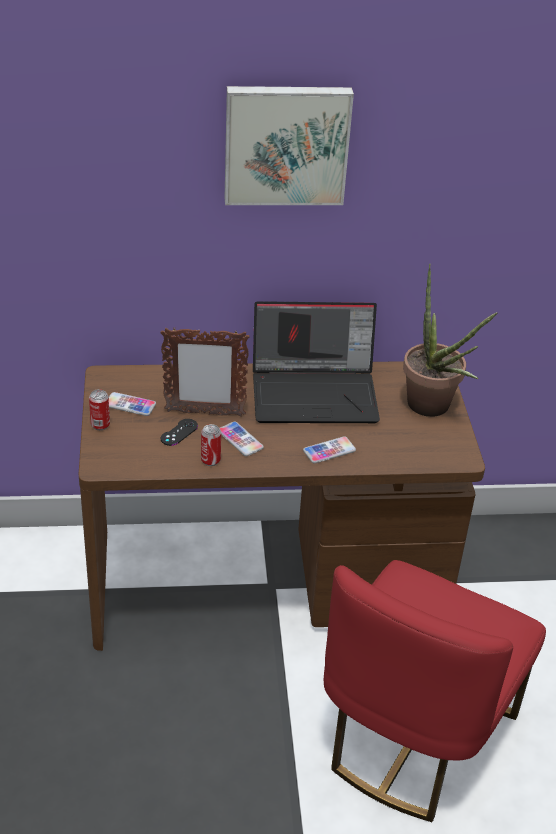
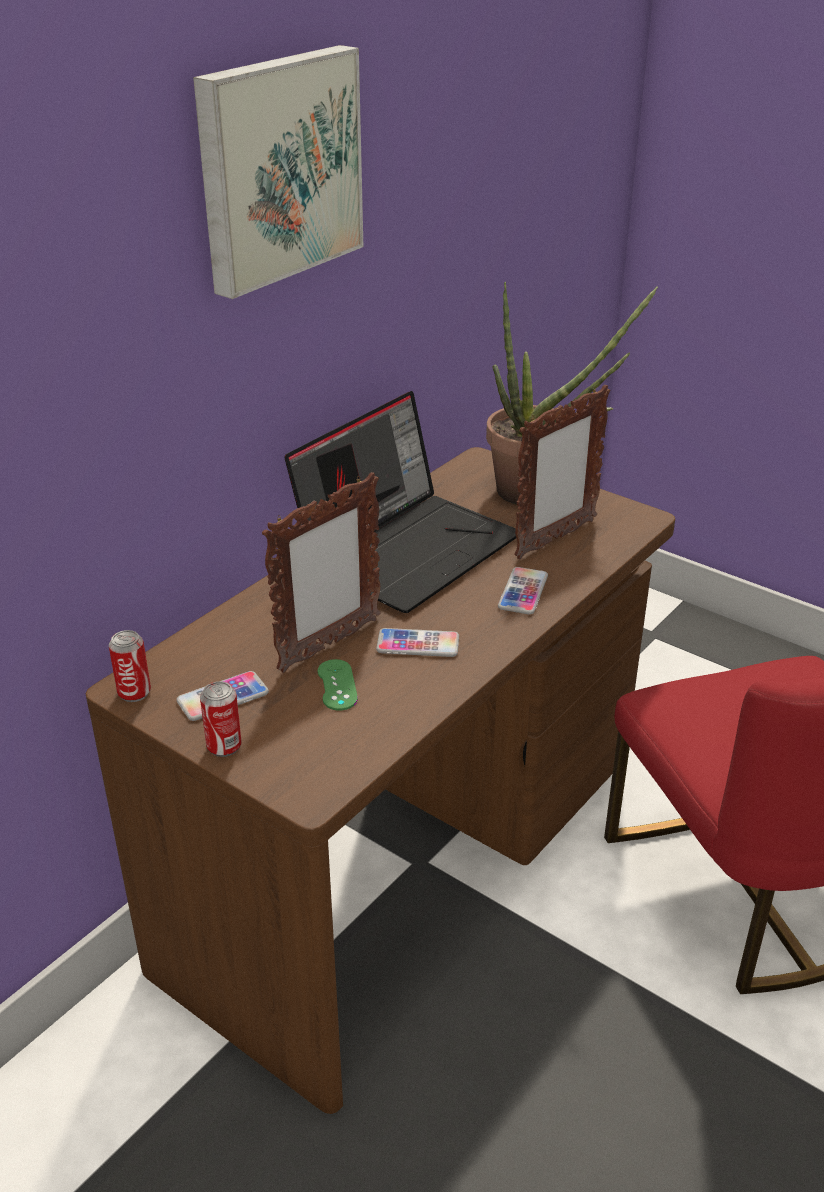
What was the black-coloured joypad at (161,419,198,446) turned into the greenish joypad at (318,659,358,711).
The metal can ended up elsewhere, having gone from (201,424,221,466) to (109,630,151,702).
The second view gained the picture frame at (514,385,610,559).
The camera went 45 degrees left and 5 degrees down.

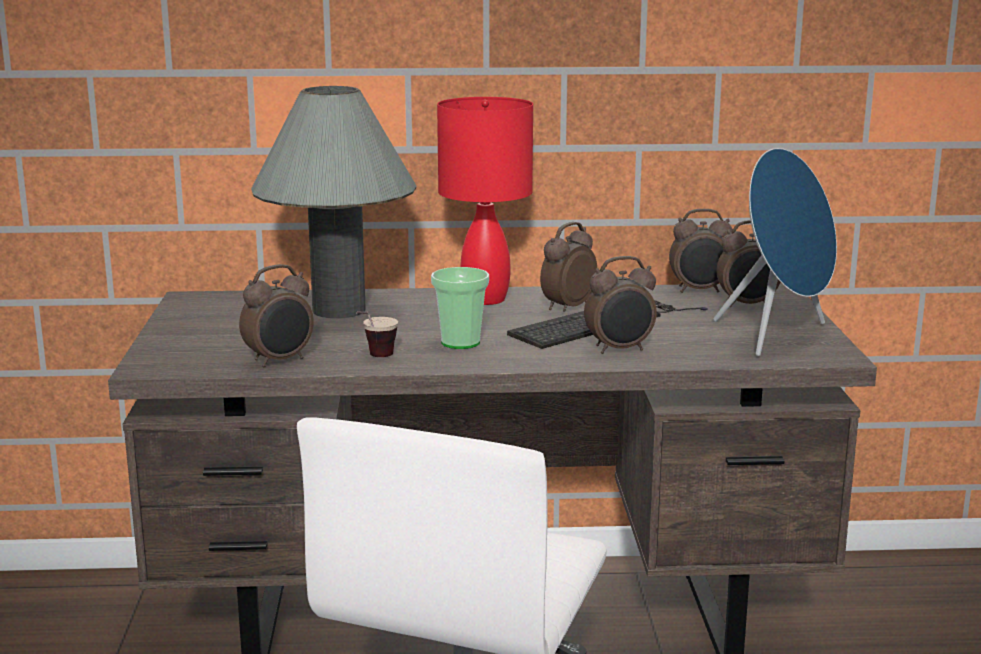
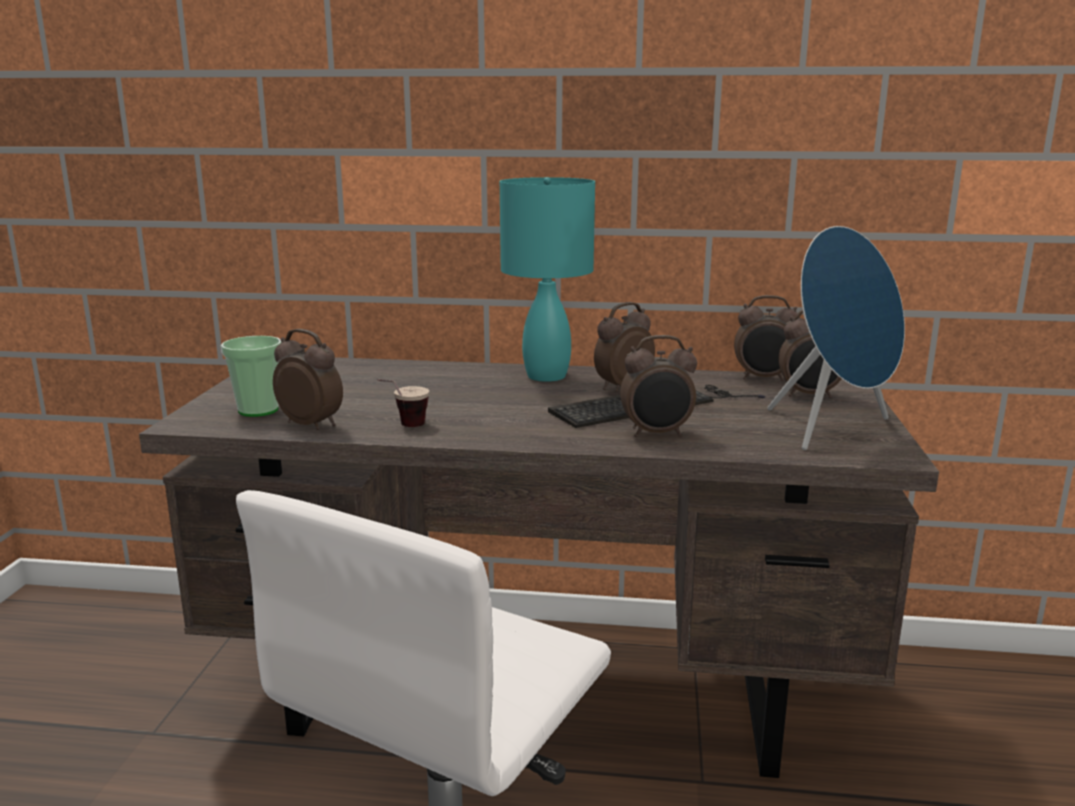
The second view lost the greyish lamp for a table at (251,86,416,319).
What was the red-coloured lamp for a table at (437,97,533,305) turned into the turquoise-coloured lamp for a table at (500,177,595,382).
The bedside clock at (239,264,314,367) ended up facing another way, 120 degrees counterclockwise from before.
The cup ended up elsewhere, having gone from (431,267,489,349) to (221,336,282,417).
The camera went 10 degrees right and 0 degrees up.

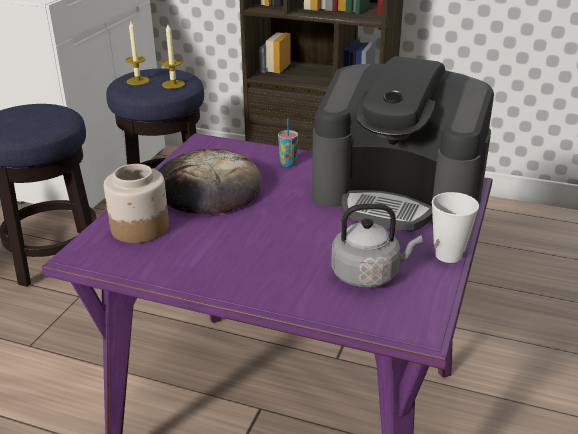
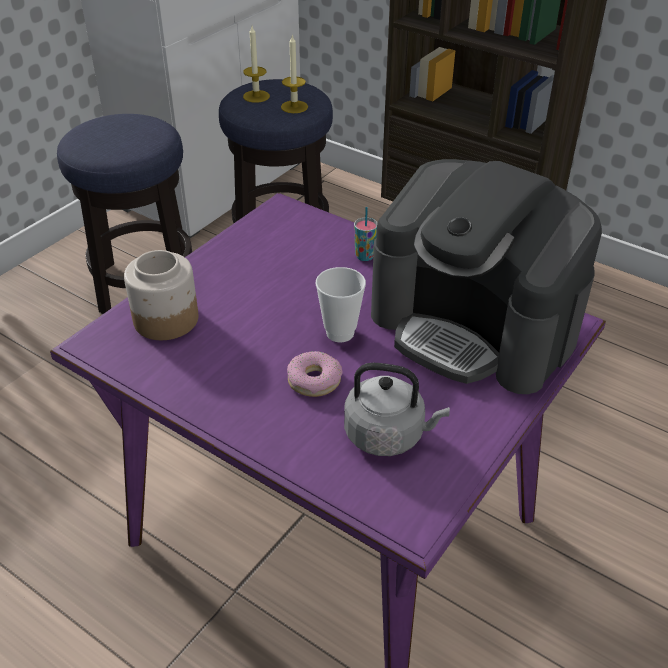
The second view lost the baked bread at (158,149,262,214).
The cup ended up elsewhere, having gone from (432,192,479,263) to (316,267,366,342).
The second view gained the doughnut at (287,351,343,397).
The camera went 15 degrees right and 10 degrees up.

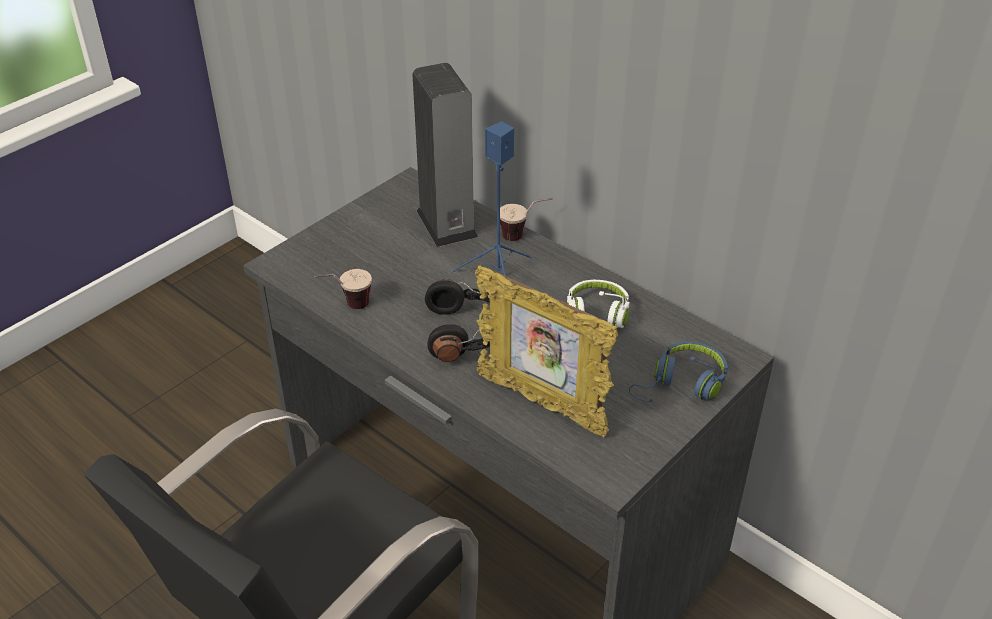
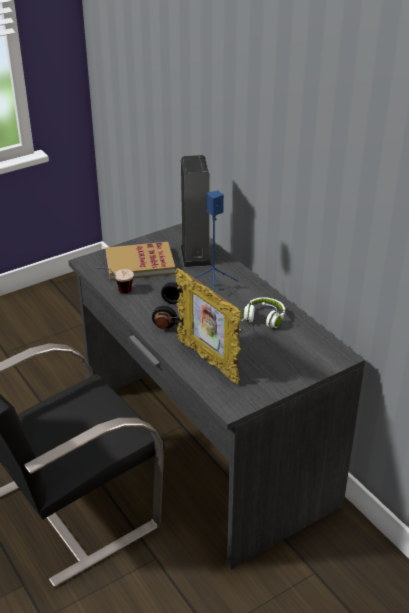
The second view lost the cup at (500,198,553,241).
The second view lost the bluish headphones at (629,341,728,402).
The second view gained the volume at (105,242,175,281).
The camera went 15 degrees right and 5 degrees down.

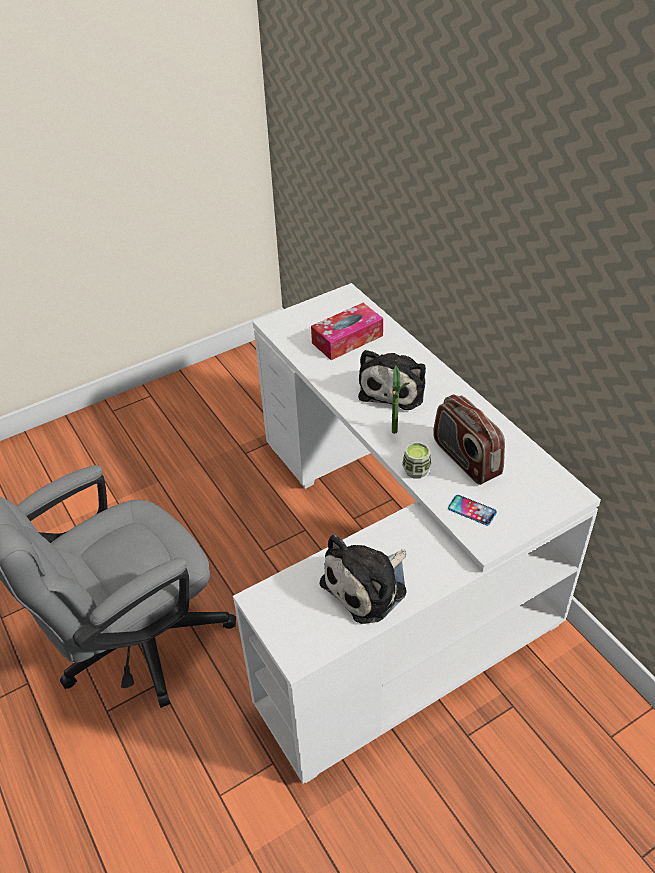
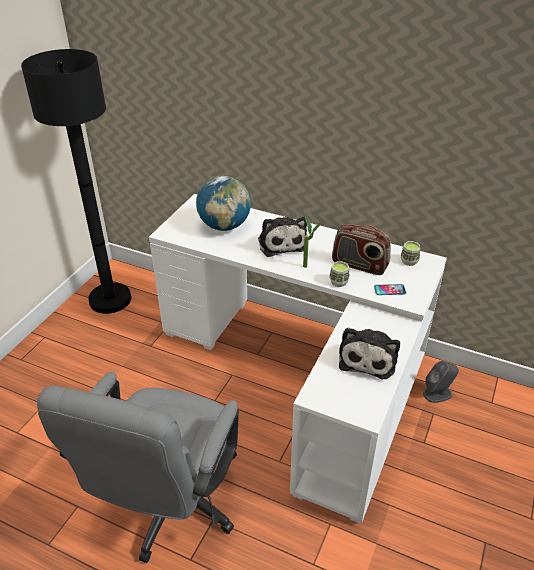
Where the tissue box stood at (311,303,383,360), the globe came to stand at (196,176,251,231).
The second view gained the black-coloured standard lamp at (21,49,132,314).
The second view gained the cup at (401,241,420,266).
The second view gained the greyish audio speaker at (423,361,459,403).
The camera went 35 degrees left and 5 degrees down.

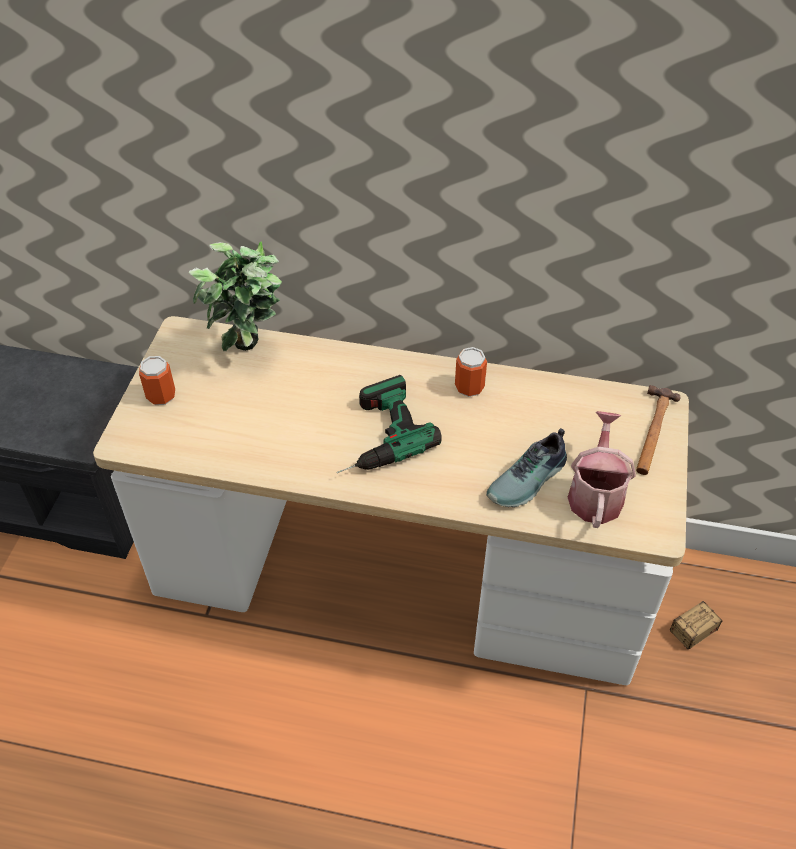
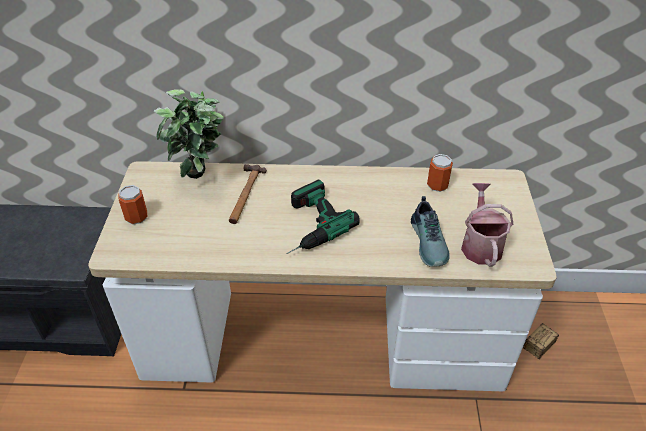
The metal can ended up elsewhere, having gone from (455,347,487,397) to (427,154,453,192).
The hammer ended up elsewhere, having gone from (636,385,680,475) to (229,164,267,224).
The low shoe at (486,428,567,507) ended up facing another way, 45 degrees counterclockwise from before.
The camera went 10 degrees left and 5 degrees down.

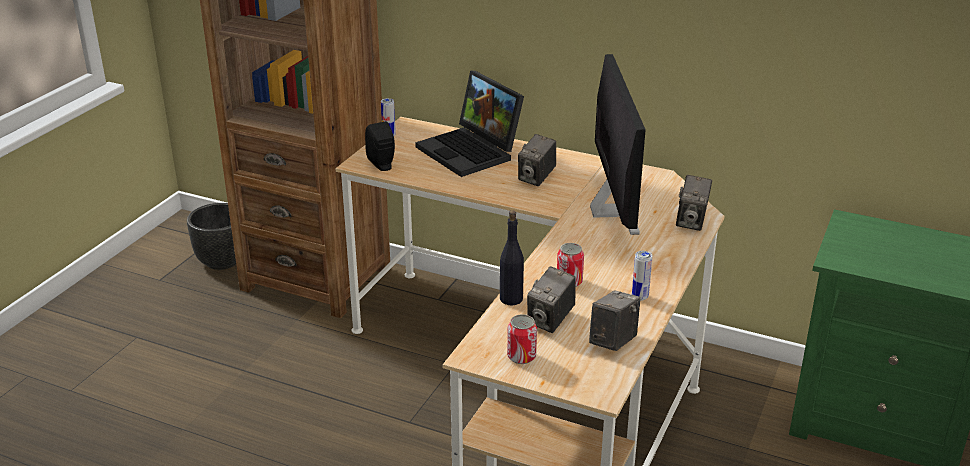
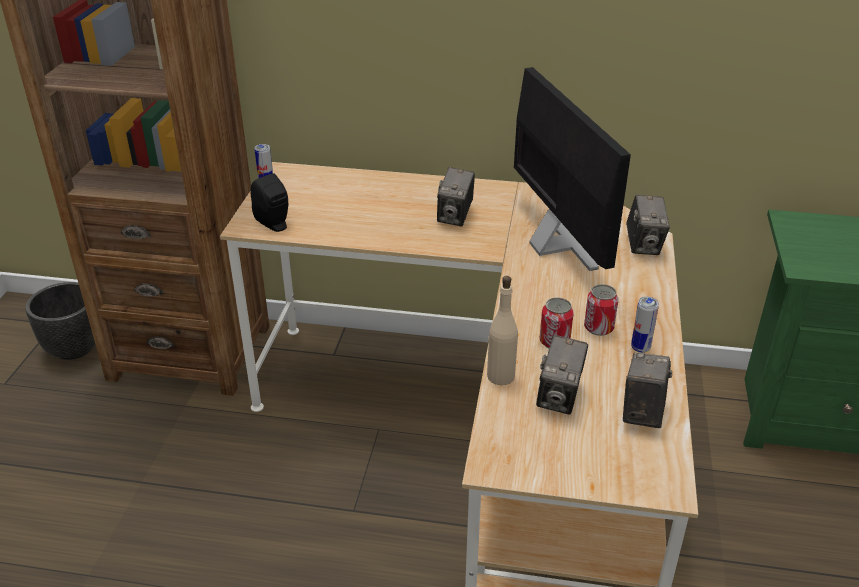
The second view lost the notebook computer at (415,71,524,177).
What was the black-coloured drink bottle at (500,210,524,306) turned into the beige drink bottle at (487,276,518,385).
The metal can ended up elsewhere, having gone from (507,314,537,364) to (584,284,619,336).
The camera went 15 degrees left and 5 degrees up.

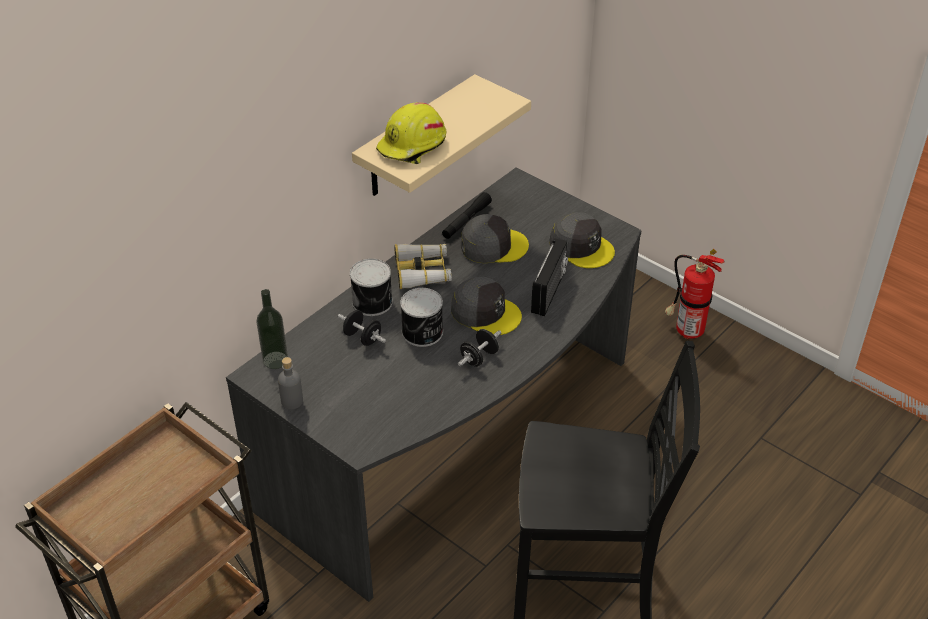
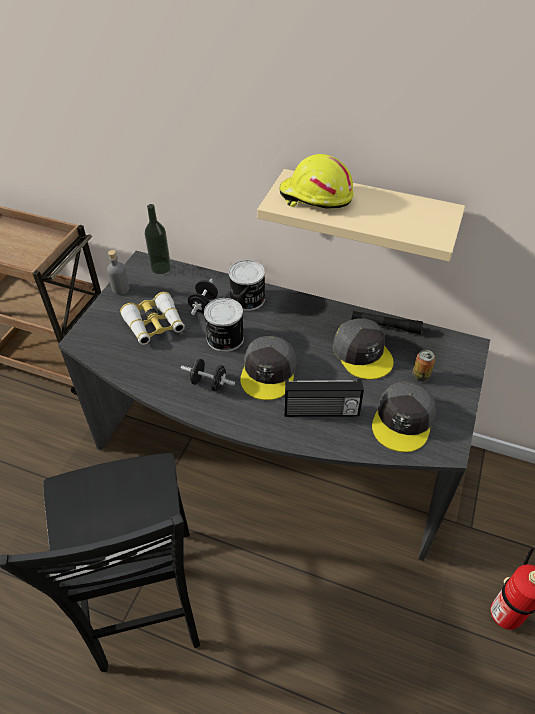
The binoculars ended up elsewhere, having gone from (394,244,452,289) to (120,292,185,345).
The second view gained the metal can at (412,350,435,382).
The camera went 70 degrees right and 5 degrees up.

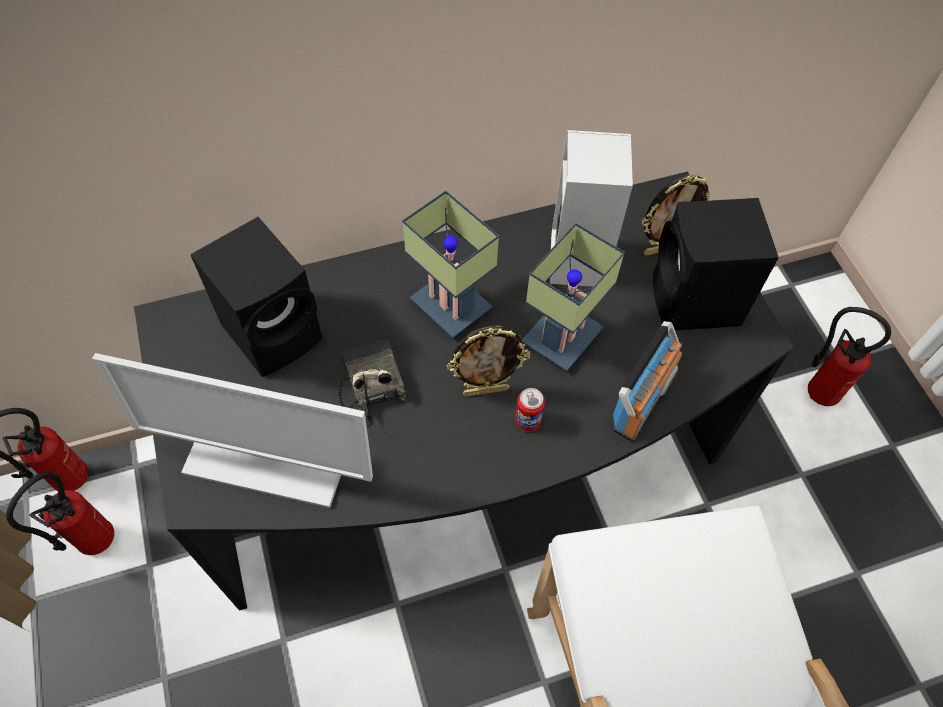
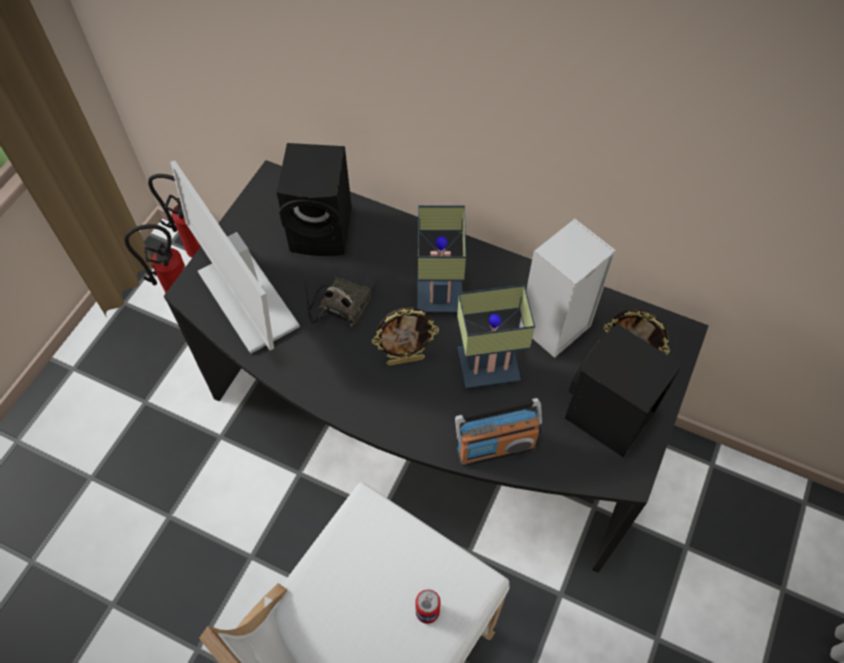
The second view lost the fire extinguisher at (808,307,891,406).
The picture frame at (447,326,530,397) ended up facing another way, 45 degrees counterclockwise from before.
The metal can ended up elsewhere, having gone from (515,388,545,431) to (415,589,441,624).
The camera went 45 degrees right and 0 degrees up.

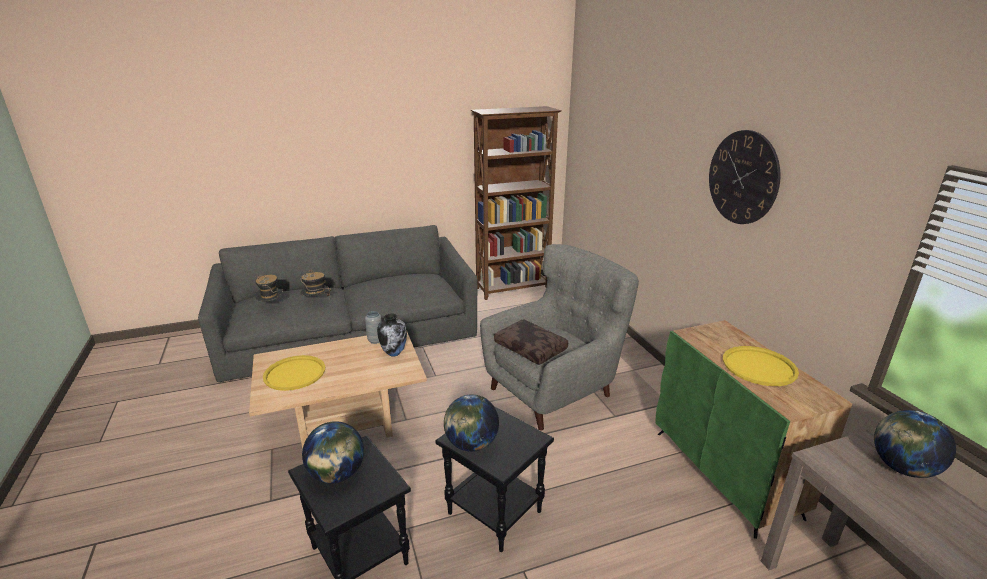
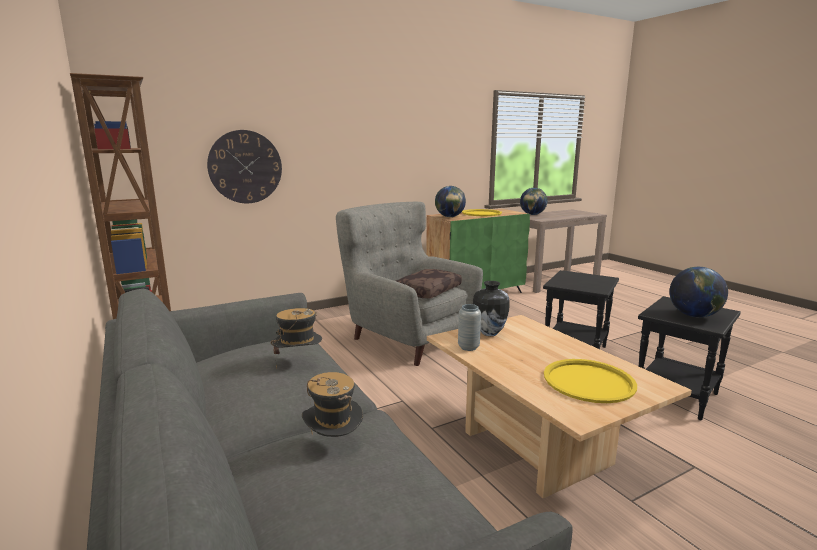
The clock on the wall ended up elsewhere, having gone from (709,130,780,224) to (207,130,282,203).
The wearable hat ended up elsewhere, having gone from (255,275,283,302) to (270,308,322,369).
The globe ended up elsewhere, having gone from (444,394,499,452) to (435,186,466,217).
The camera went 100 degrees left and 10 degrees down.

